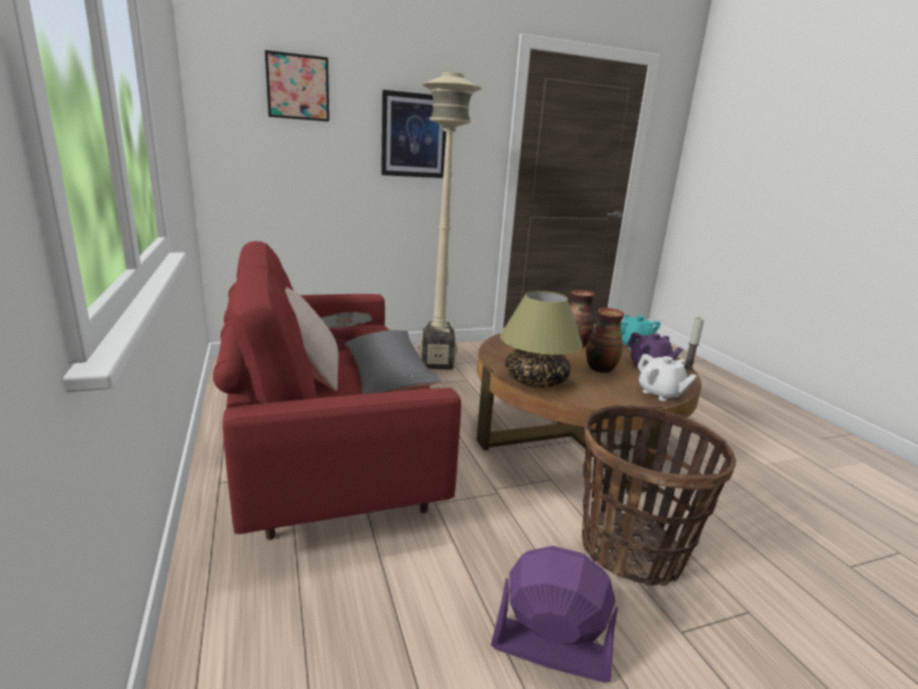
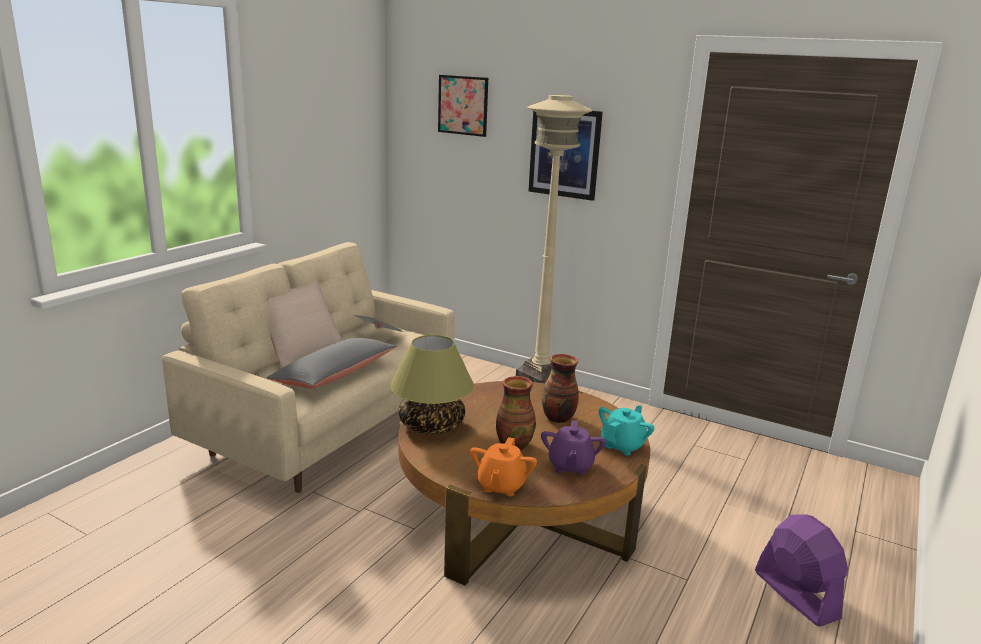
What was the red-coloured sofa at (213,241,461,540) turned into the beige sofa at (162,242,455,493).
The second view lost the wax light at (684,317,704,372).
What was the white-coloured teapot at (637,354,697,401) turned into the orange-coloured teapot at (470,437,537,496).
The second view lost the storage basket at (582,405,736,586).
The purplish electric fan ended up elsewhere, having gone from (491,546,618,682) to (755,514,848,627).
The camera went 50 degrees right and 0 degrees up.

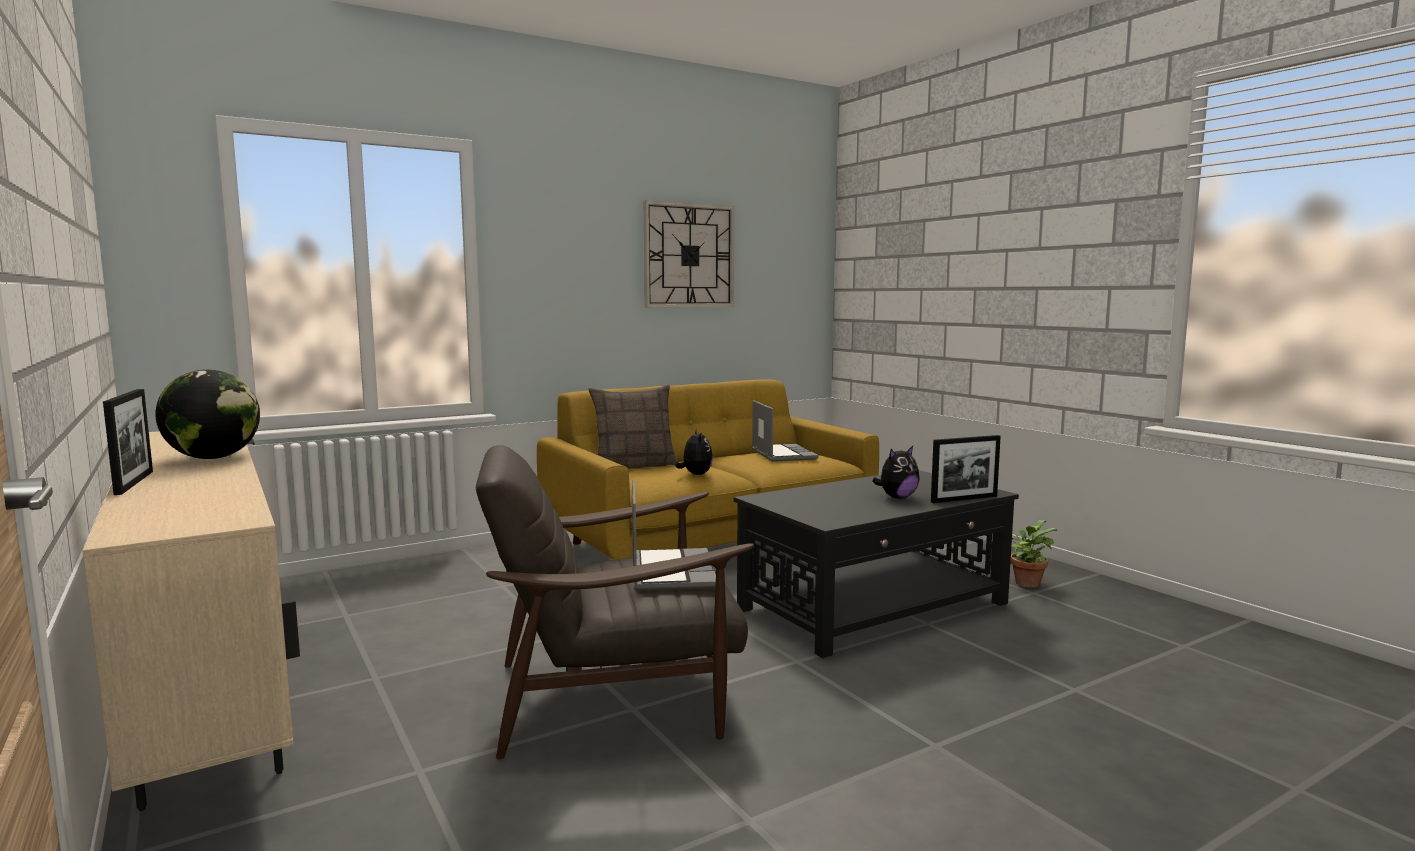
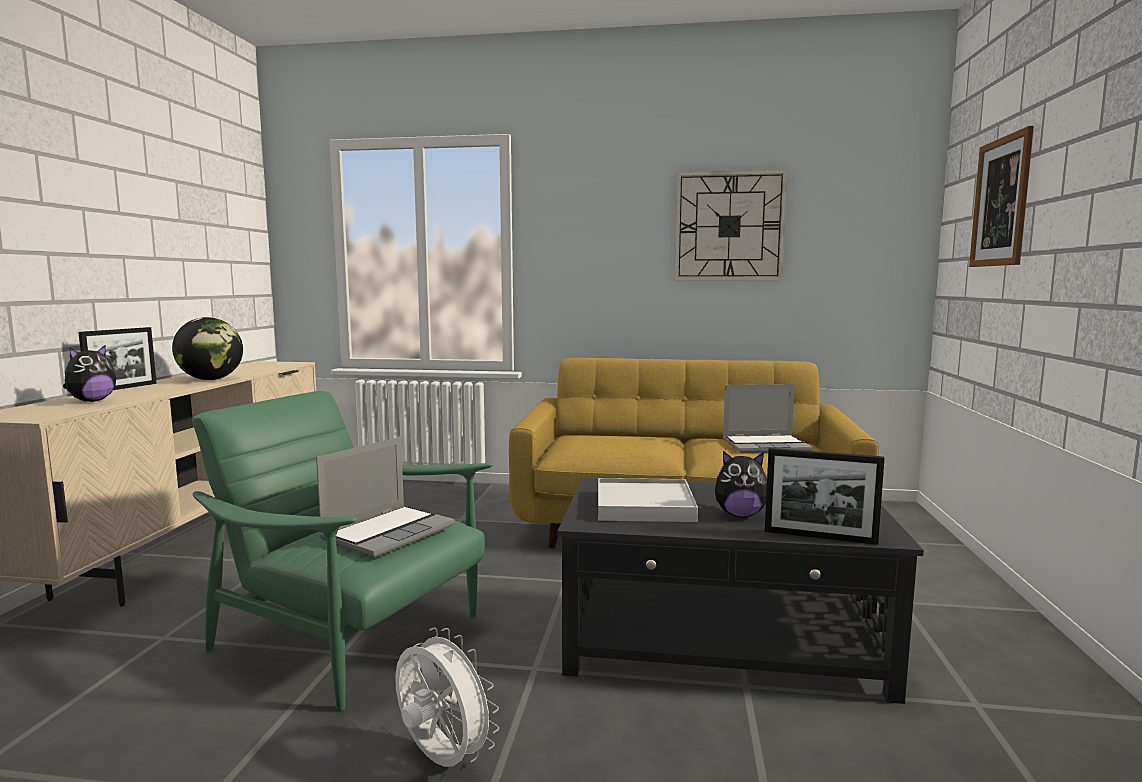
The second view lost the throw pillow at (588,385,679,469).
The notebook computer at (752,400,818,462) ended up facing another way, 60 degrees clockwise from before.
The soft toy ended up elsewhere, having gone from (676,428,713,475) to (63,345,116,402).
What was the brown-coloured armchair at (476,445,754,759) turned into the greenish armchair at (192,391,493,711).
The second view lost the plant in a pot at (1011,520,1057,588).
The second view gained the wall art at (969,126,1034,267).
The second view gained the white-coloured tray at (598,478,698,522).
The second view gained the white-coloured electric fan at (395,628,499,767).
The camera went 40 degrees right and 0 degrees up.

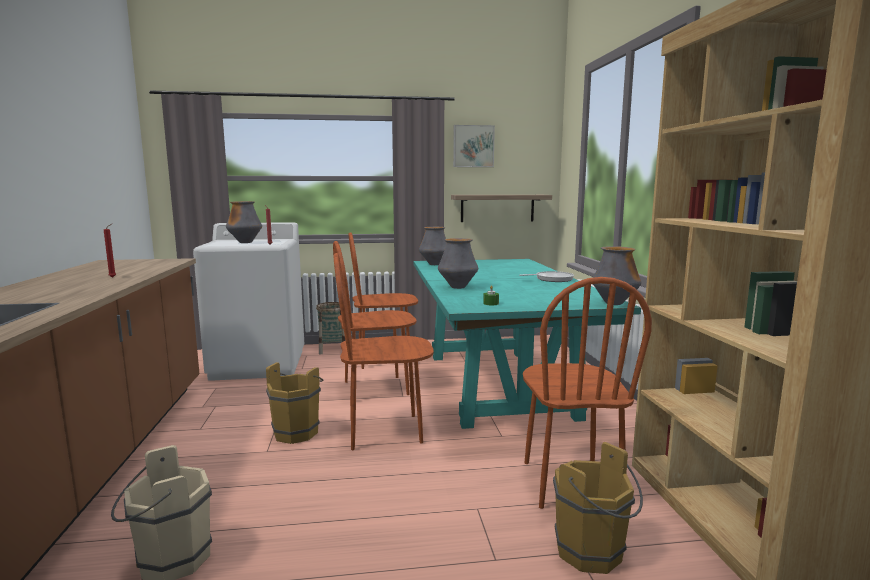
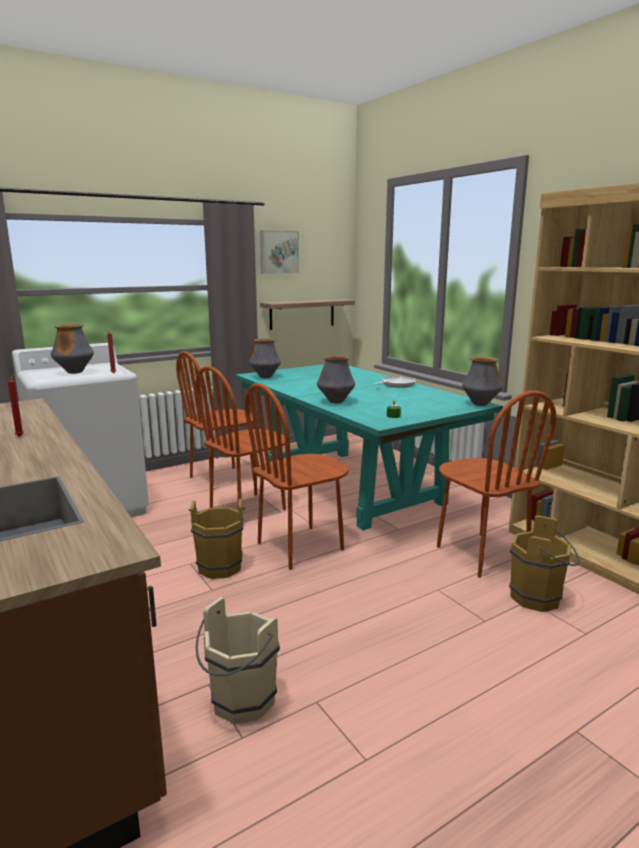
The second view lost the storage basket at (316,302,345,354).
The camera went 25 degrees left and 5 degrees up.

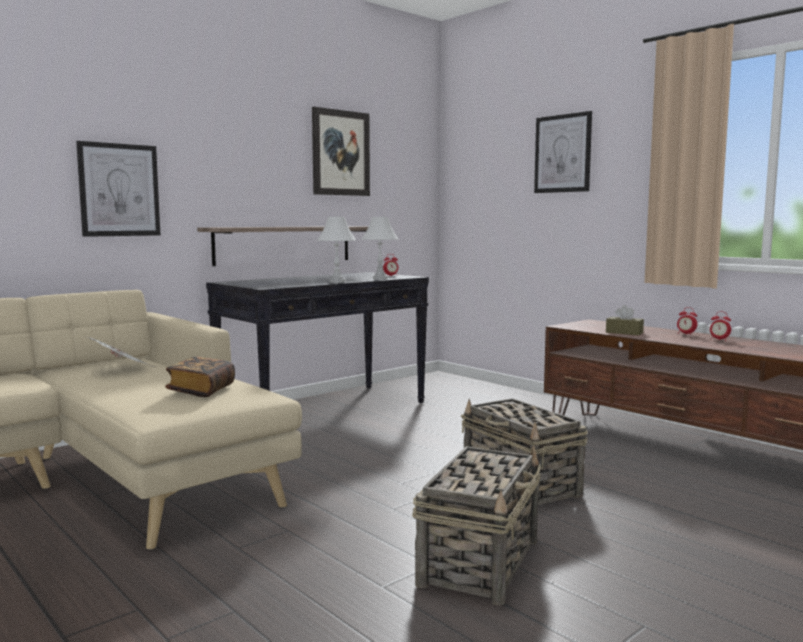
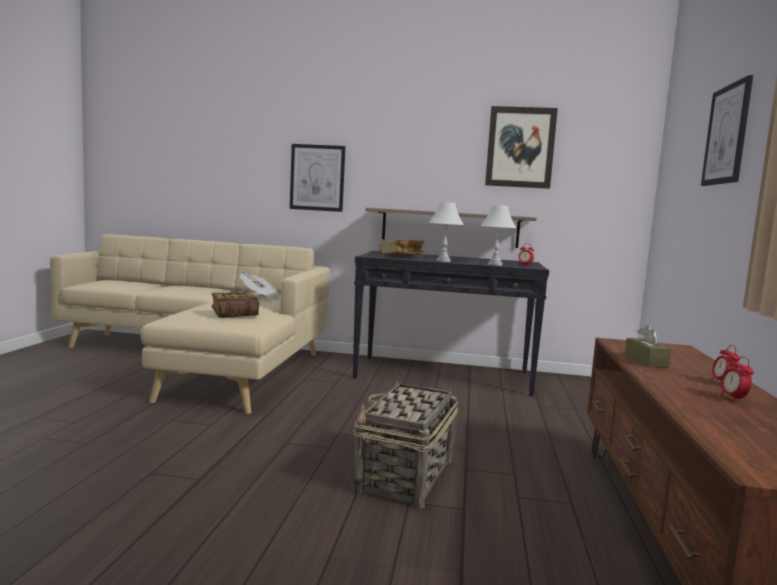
The second view lost the storage basket at (412,446,541,605).
The second view gained the volume at (380,240,425,256).
The camera went 50 degrees right and 0 degrees up.

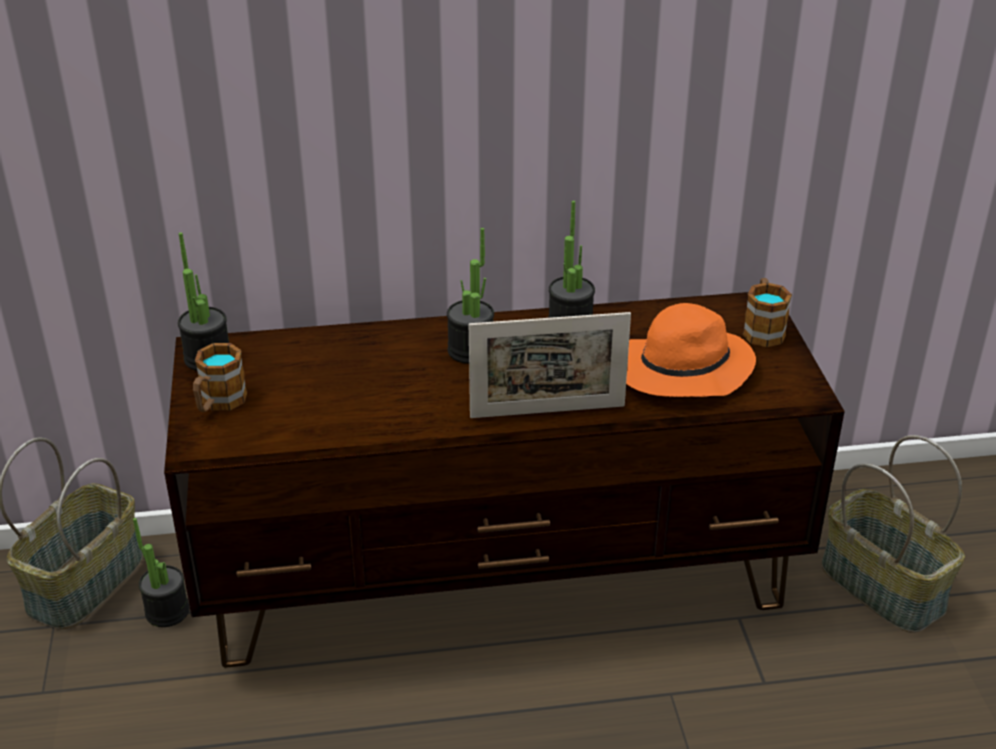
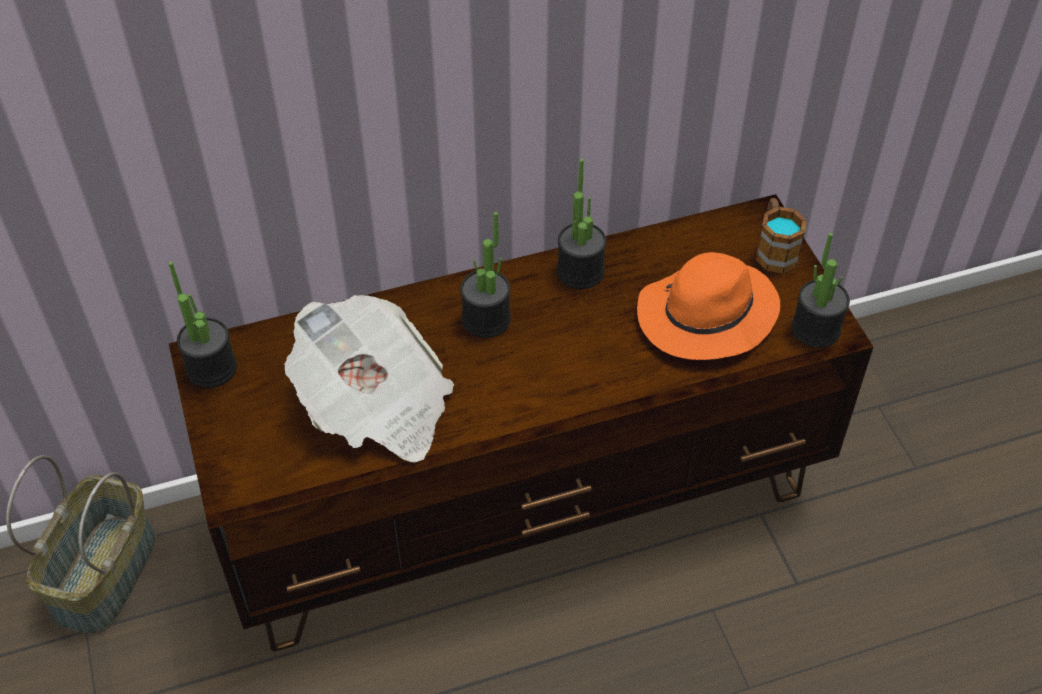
The second view lost the picture frame at (469,312,631,418).
The second view lost the mug at (193,343,247,412).
The second view lost the storage basket at (821,435,965,633).
The plant in a pot ended up elsewhere, having gone from (133,518,189,627) to (792,233,850,348).
The second view gained the daily paper at (284,295,454,463).
The camera went 10 degrees left and 15 degrees up.

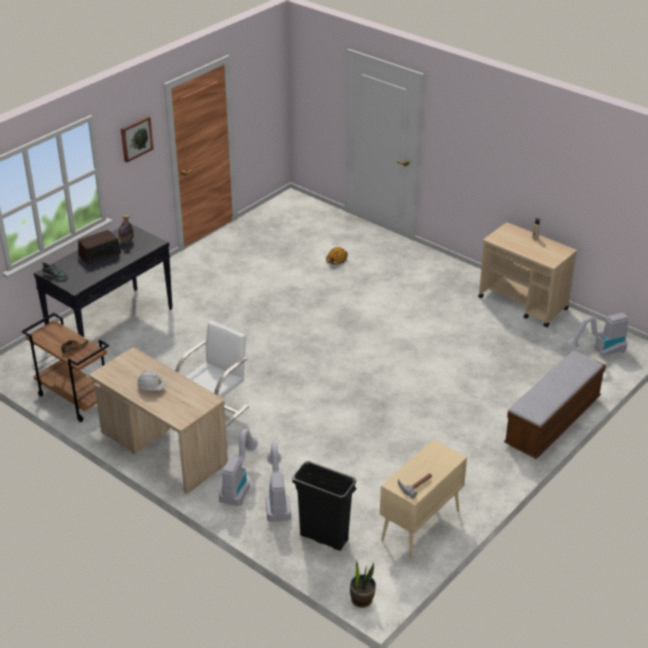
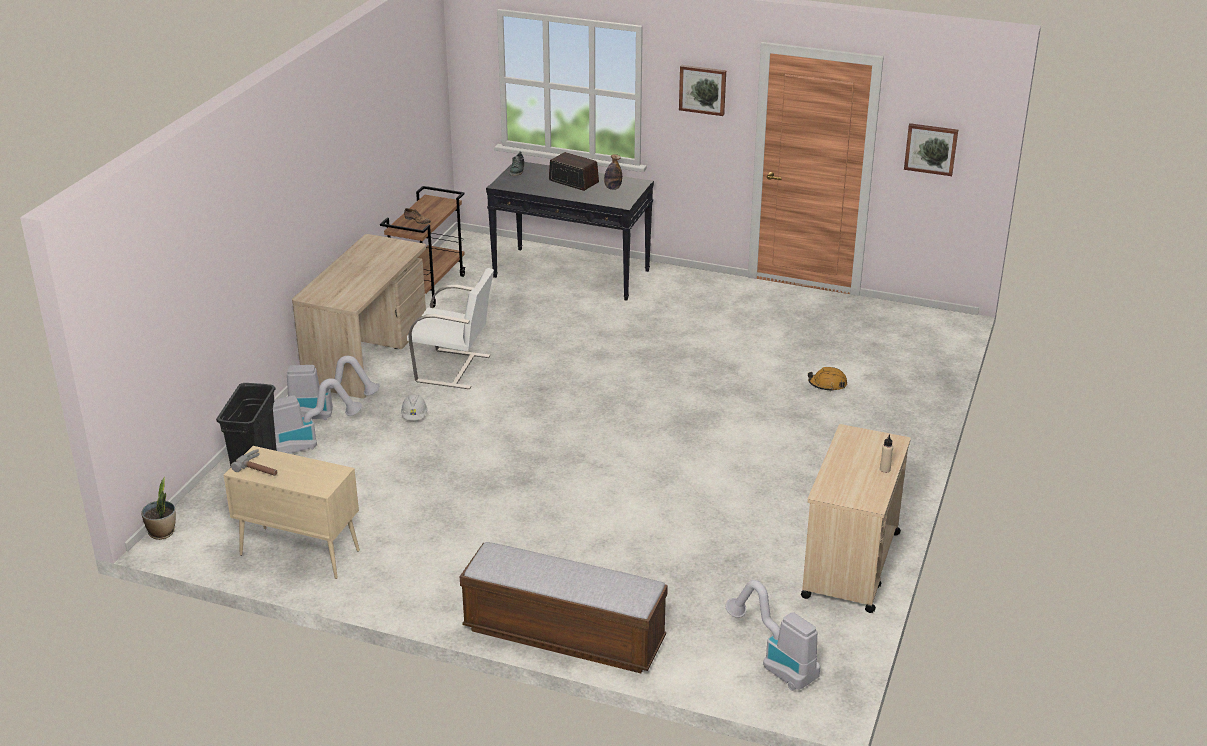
The white-coloured hard hat ended up elsewhere, having gone from (137,371,165,391) to (401,394,428,421).
The second view gained the wall art at (904,123,958,176).
The camera went 70 degrees right and 5 degrees down.

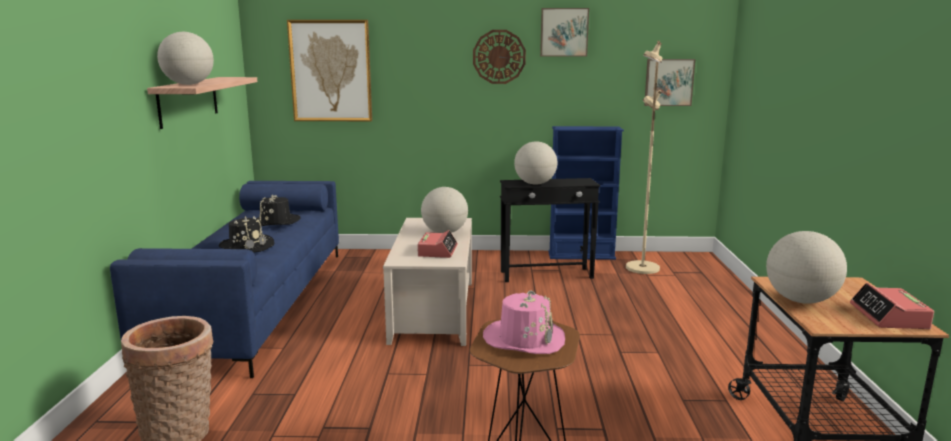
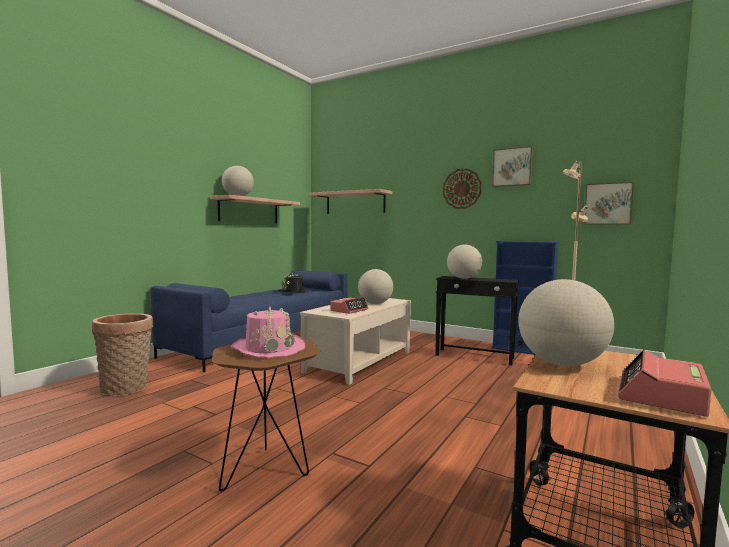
Where the wall art hung at (287,20,372,121), the shelf came to hang at (308,189,393,214).
The second view lost the black-coloured wearable hat at (219,216,274,253).
The camera went 30 degrees right and 10 degrees down.

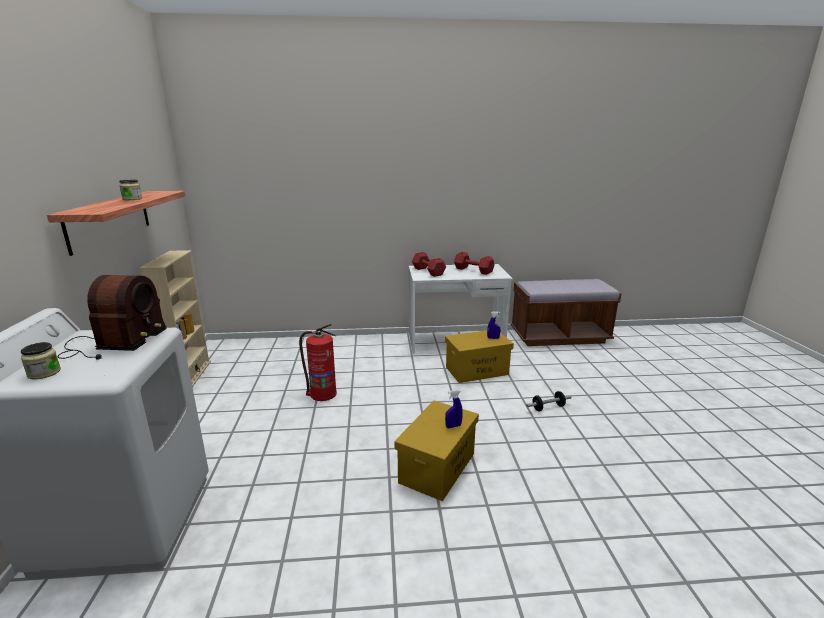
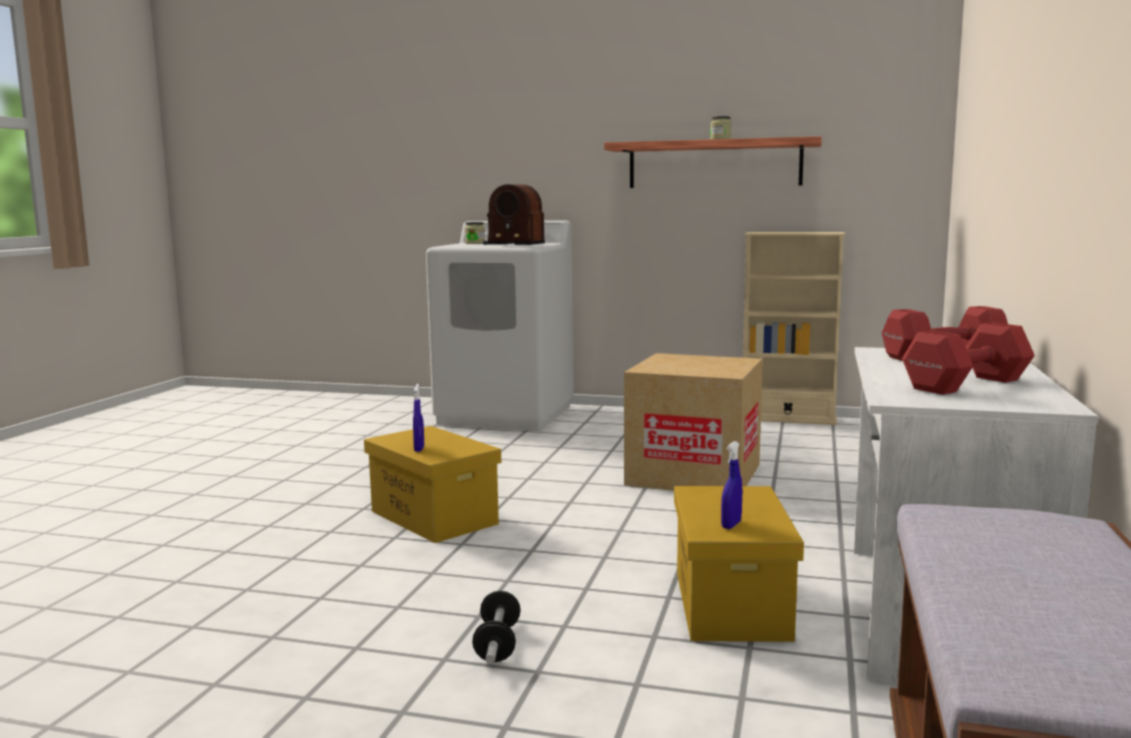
Where the fire extinguisher stood at (299,324,337,401), the packing box came to stand at (624,353,762,491).
The camera went 110 degrees right and 10 degrees down.

